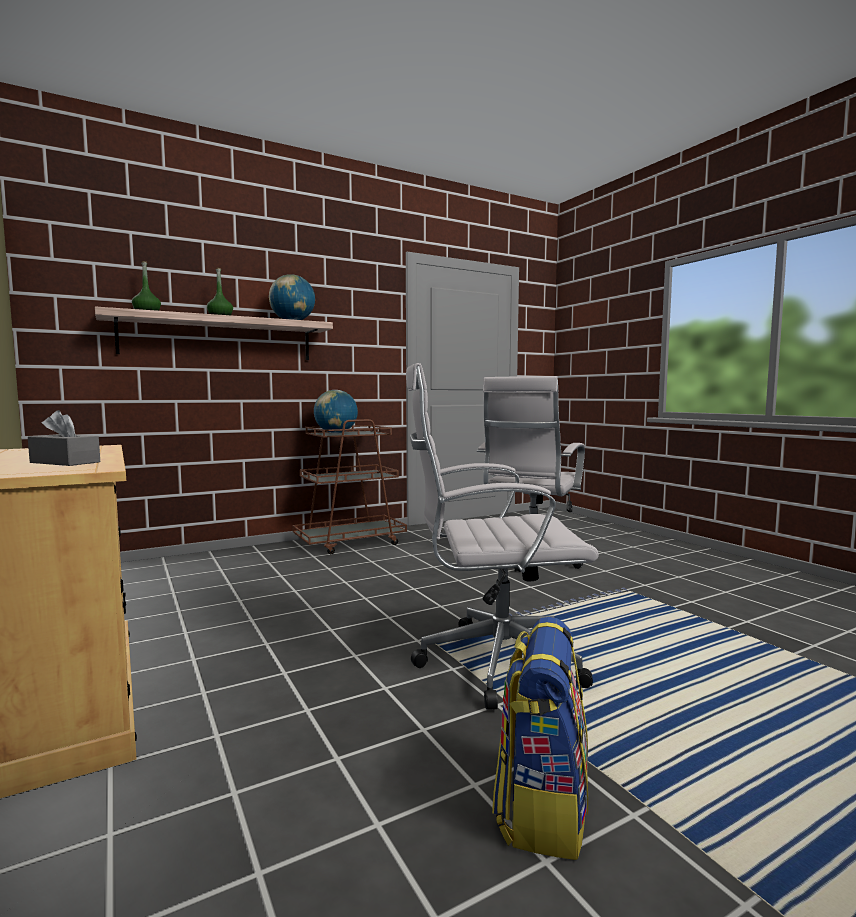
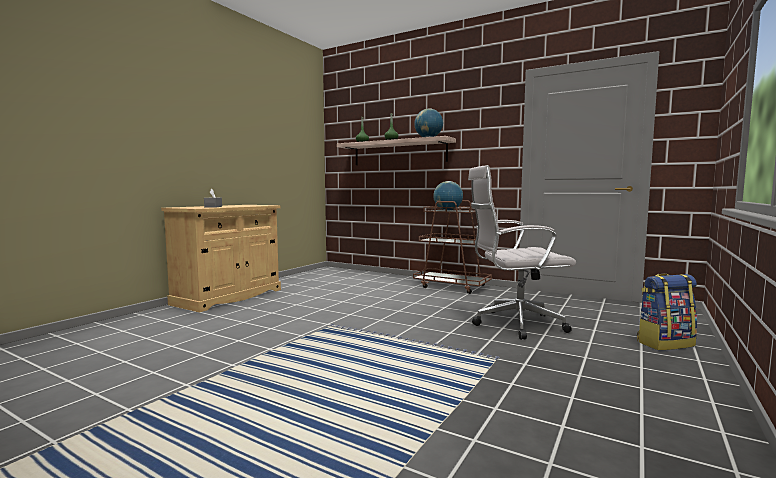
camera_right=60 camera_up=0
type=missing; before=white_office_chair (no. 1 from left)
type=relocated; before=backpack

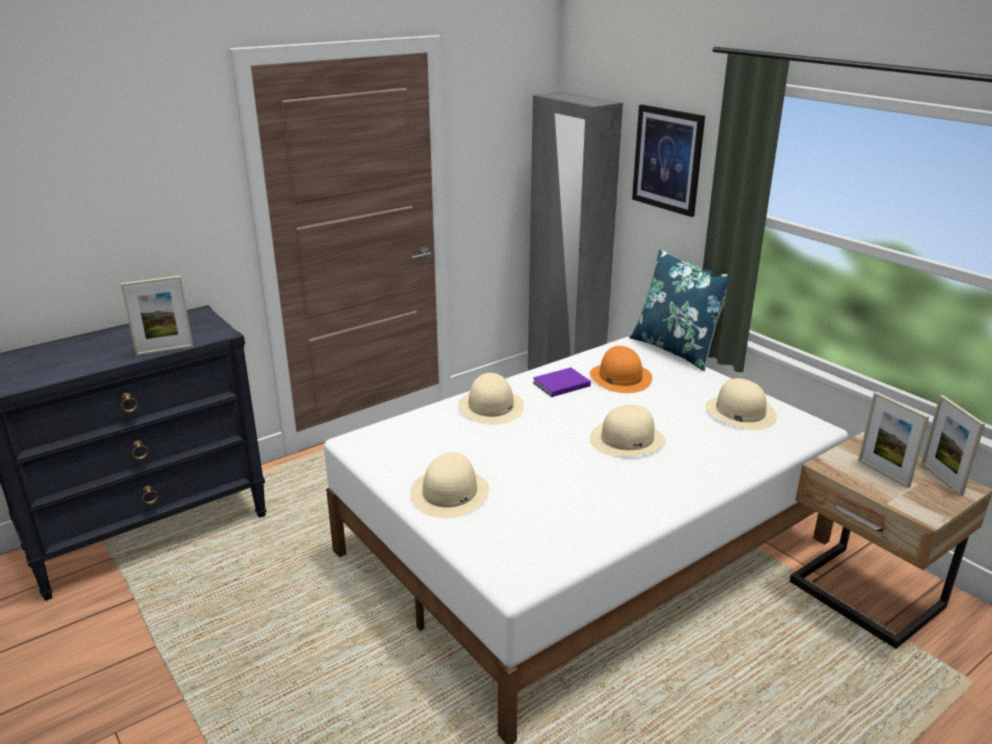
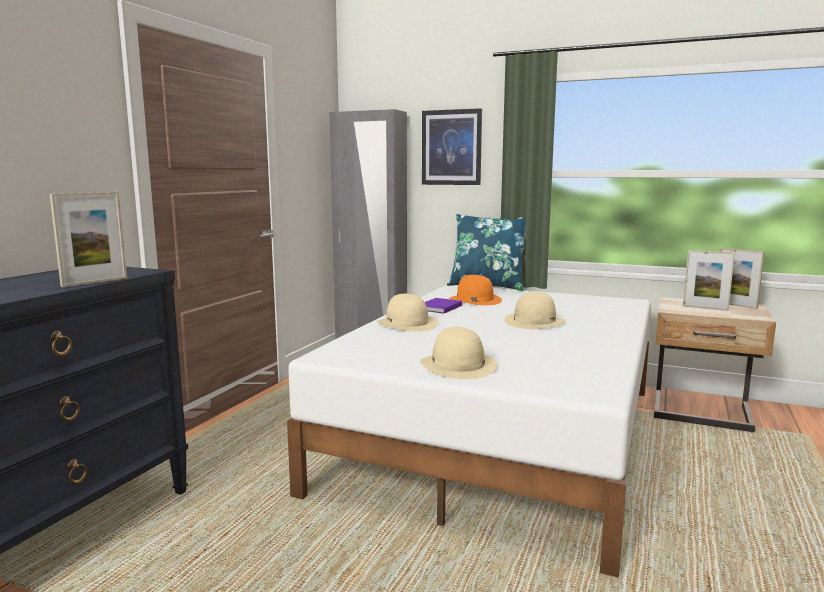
camera_right=-30 camera_up=-15
type=missing; before=beige_hat (no. 4 from left)

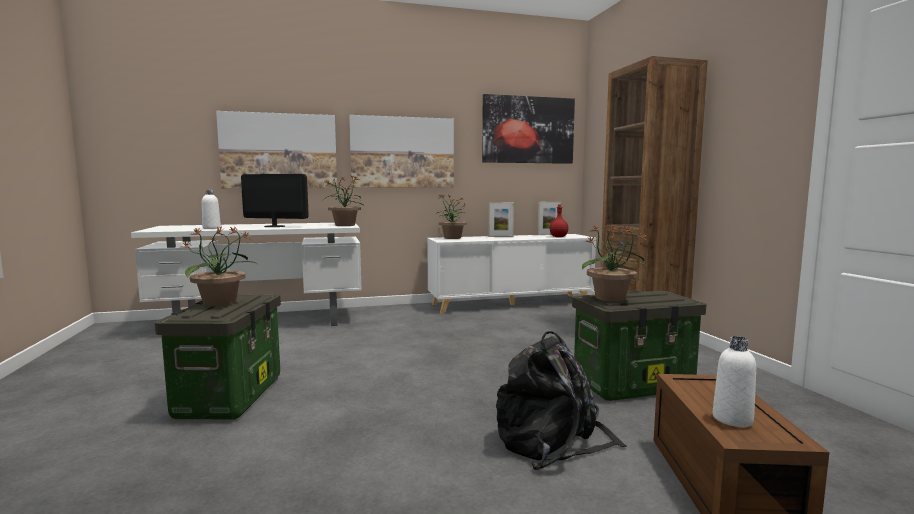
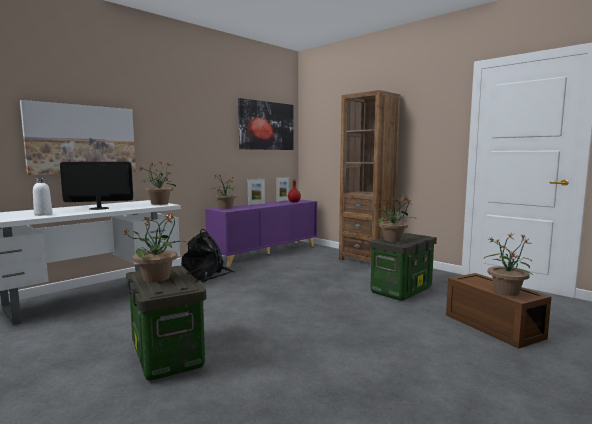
camera_right=-30 camera_up=0
type=missing; before=picture (no. 2 from left)
type=colour; before=white_cabinet; after=purple_cabinet
type=relocated; before=black_backpack
type=exchanged; before=white_bottle (no. 2 from left); after=potted_plant (no. 5 from left)

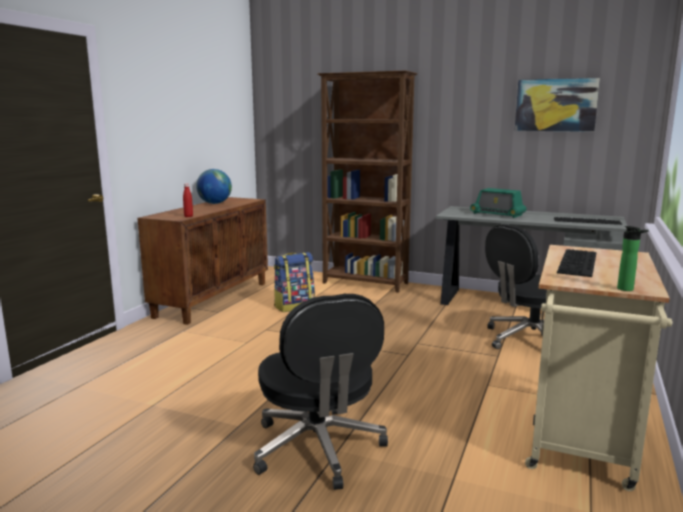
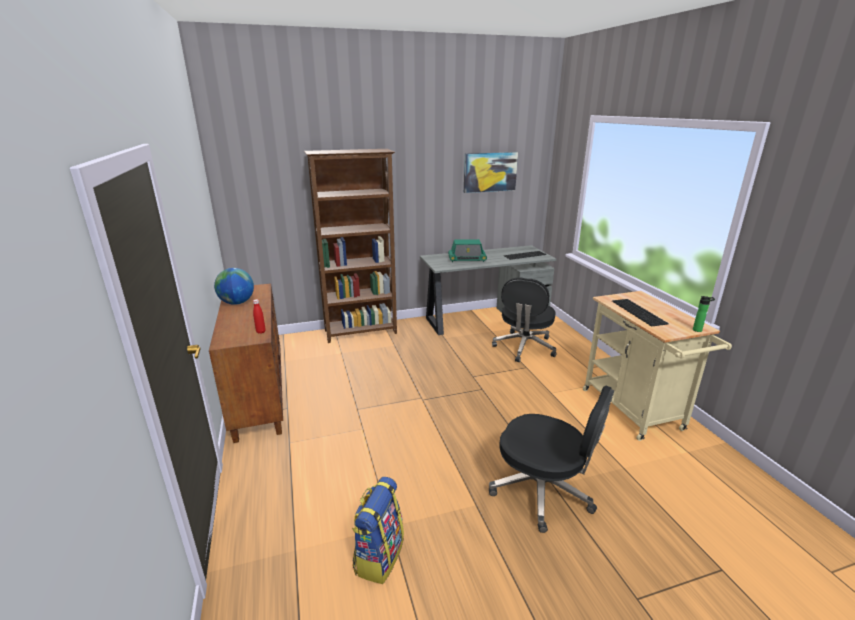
camera_right=-40 camera_up=10
type=relocated; before=backpack

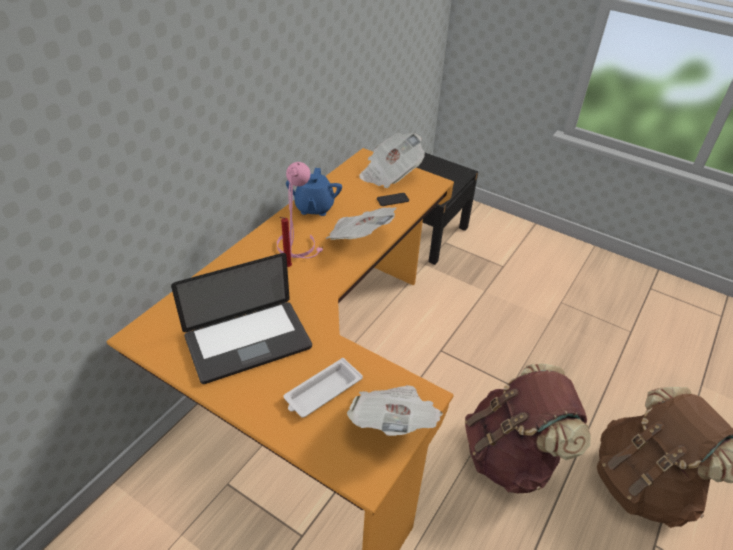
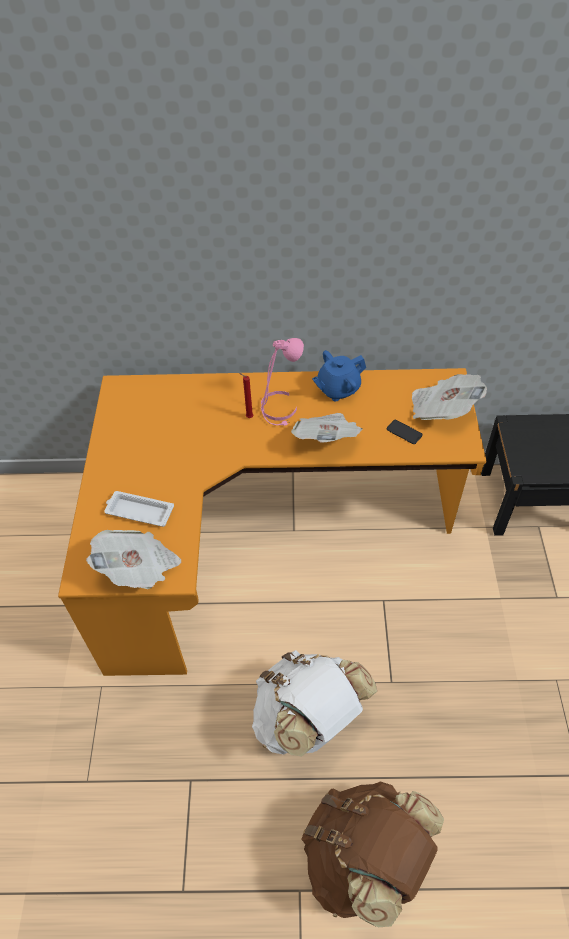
camera_right=60 camera_up=10
type=missing; before=laptop
type=colour; before=brown_backpack (no. 1 from left); after=white_backpack

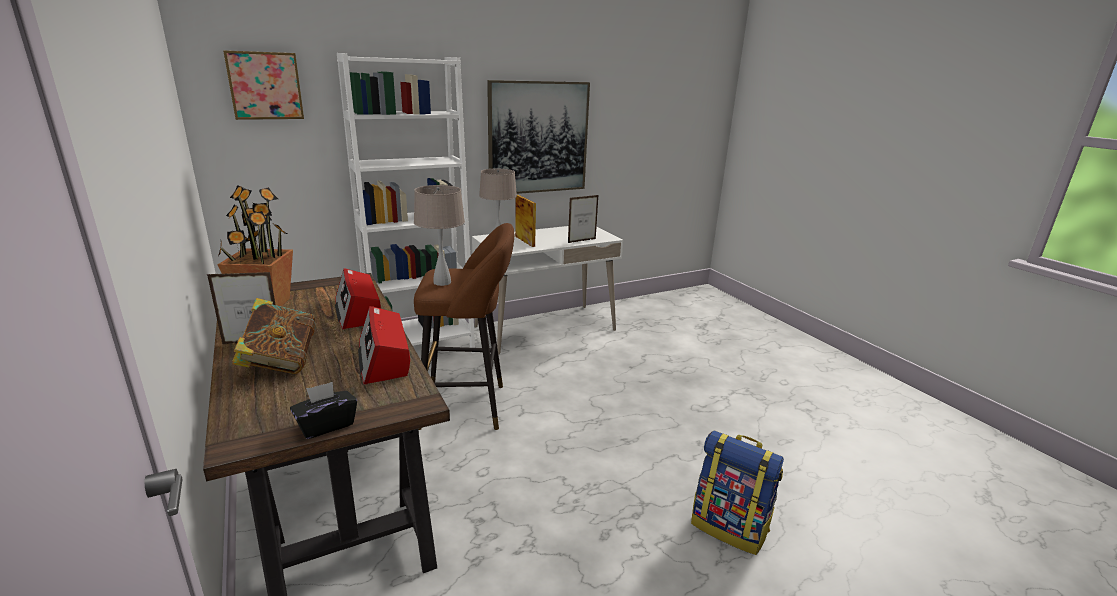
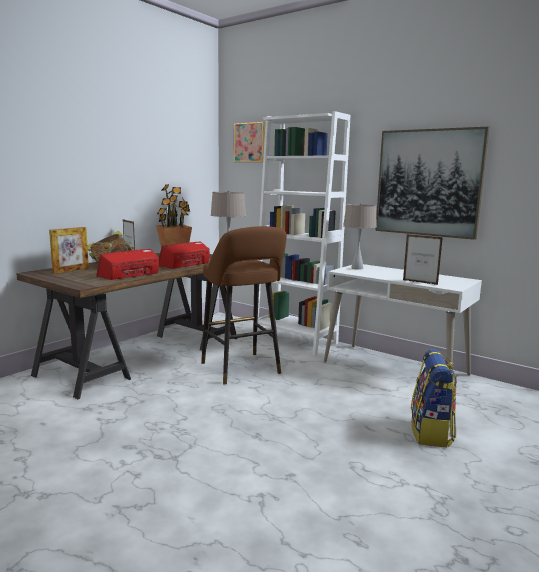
camera_right=65 camera_up=-10
type=missing; before=black_tissue_box
type=relocated; before=picture_frame (no. 2 from left in the first image); after=picture_frame (no. 1 from left)
type=relocated; before=backpack

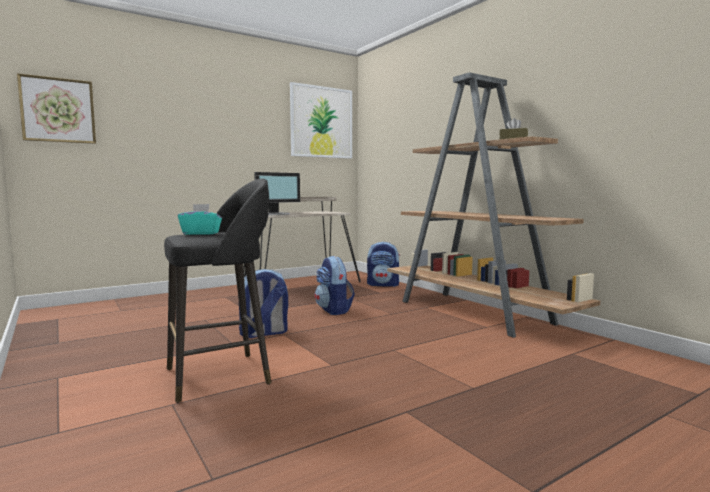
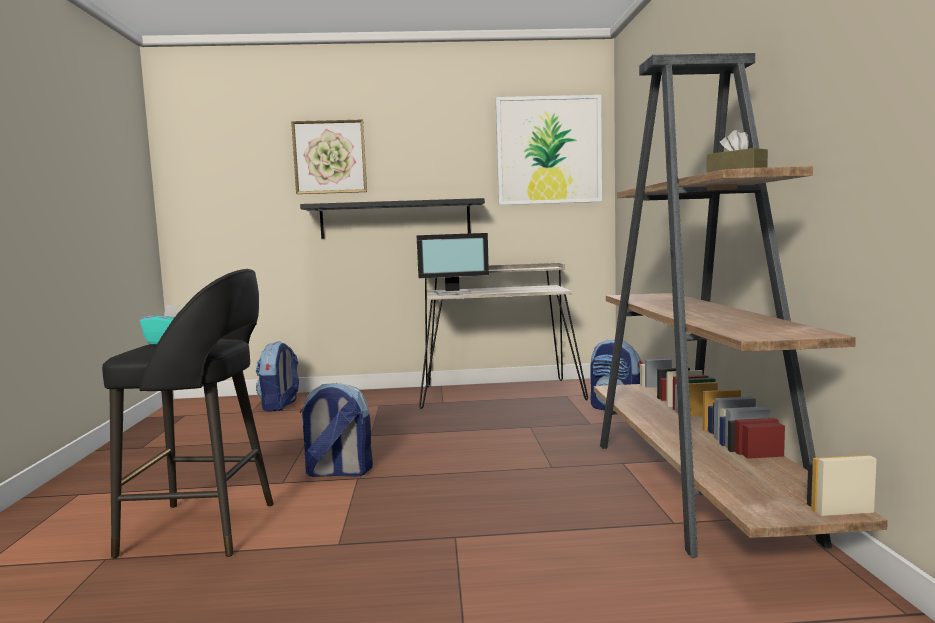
camera_right=30 camera_up=0
type=relocated; before=picture (no. 1 from left)
type=relocated; before=backpack (no. 2 from left in the first image); after=backpack (no. 1 from left)
type=appeared; after=black_shelf

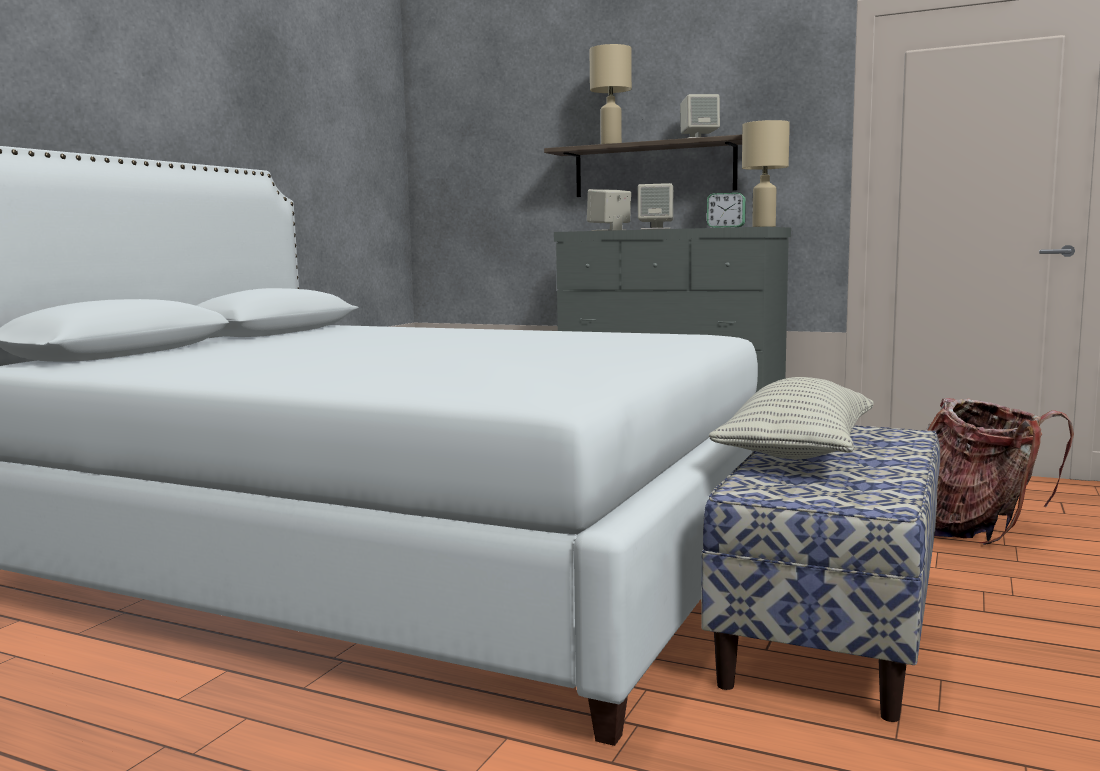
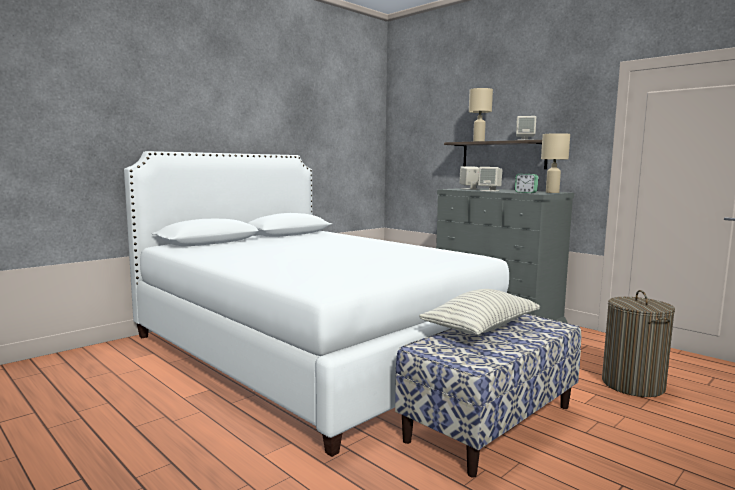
camera_right=20 camera_up=0
type=exchanged; before=backpack; after=laundry_basket

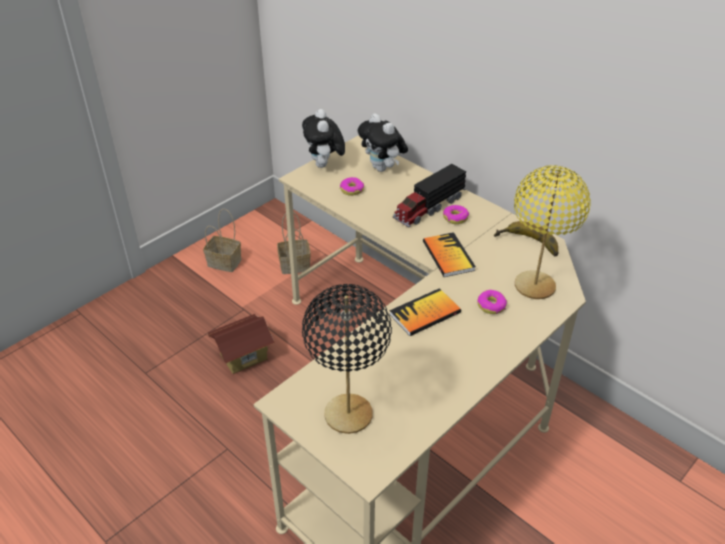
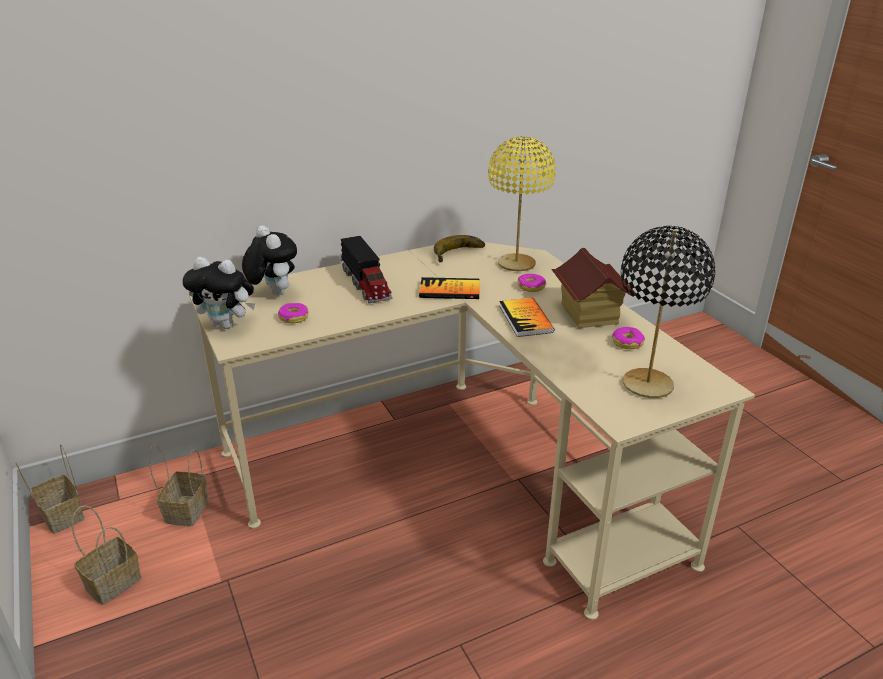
camera_right=-70 camera_up=-10
type=relocated; before=toy_house
type=spun; before=plush_toy (no. 2 from left); turn=-105
type=relocated; before=donut (no. 2 from left in the first image); after=donut (no. 3 from left)
type=appeared; after=basket (no. 1 from left)

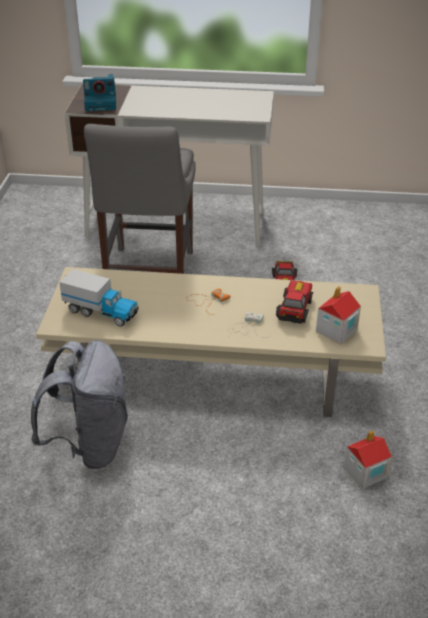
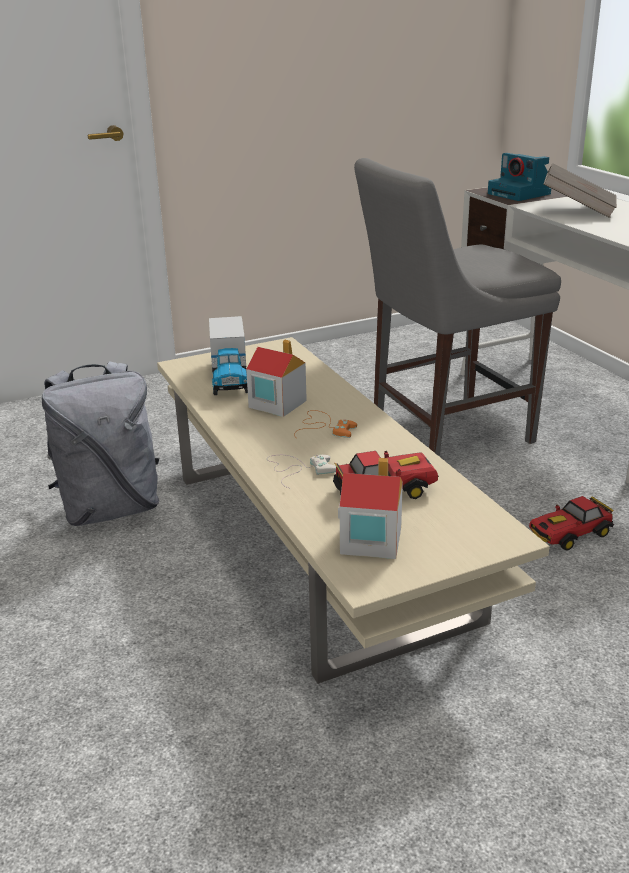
camera_right=60 camera_up=-10
type=relocated; before=toy_house (no. 2 from left in the first image); after=toy_house (no. 1 from left)
type=appeared; after=brown_book

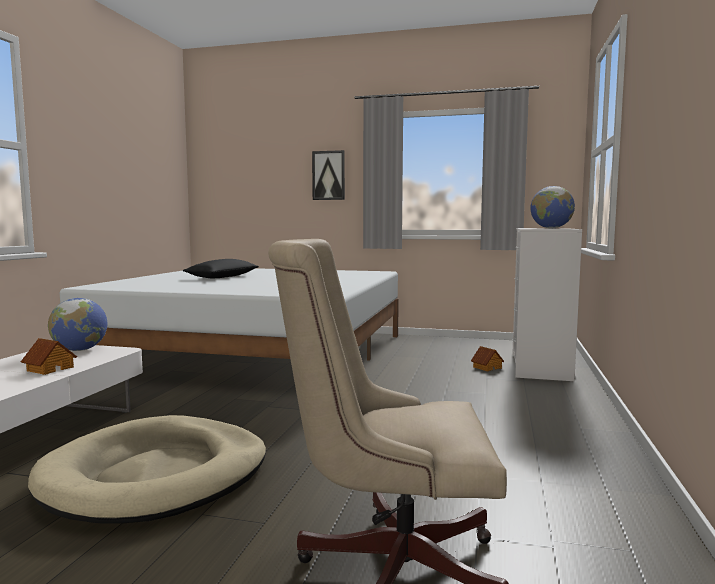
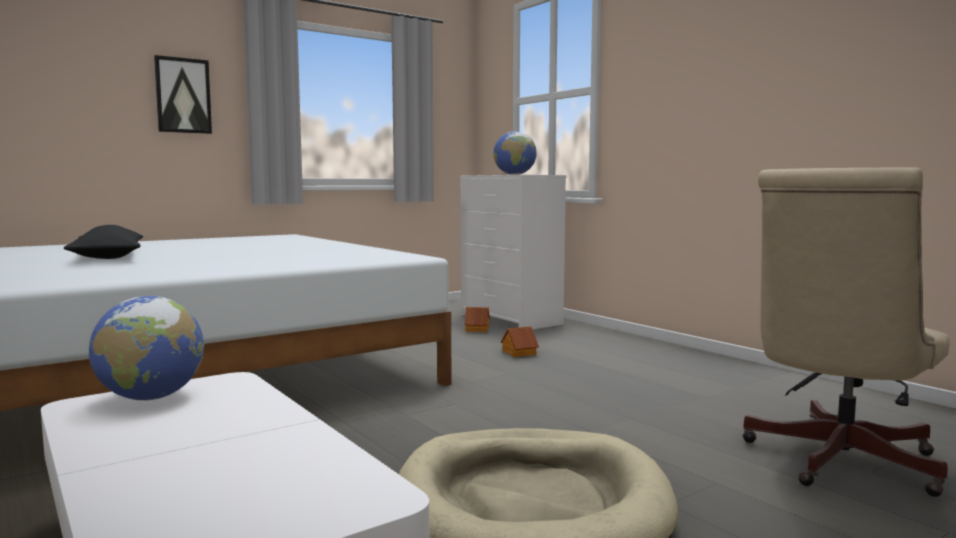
camera_right=-50 camera_up=0
type=relocated; before=toy_house (no. 1 from left in the first image); after=toy_house (no. 2 from left)

